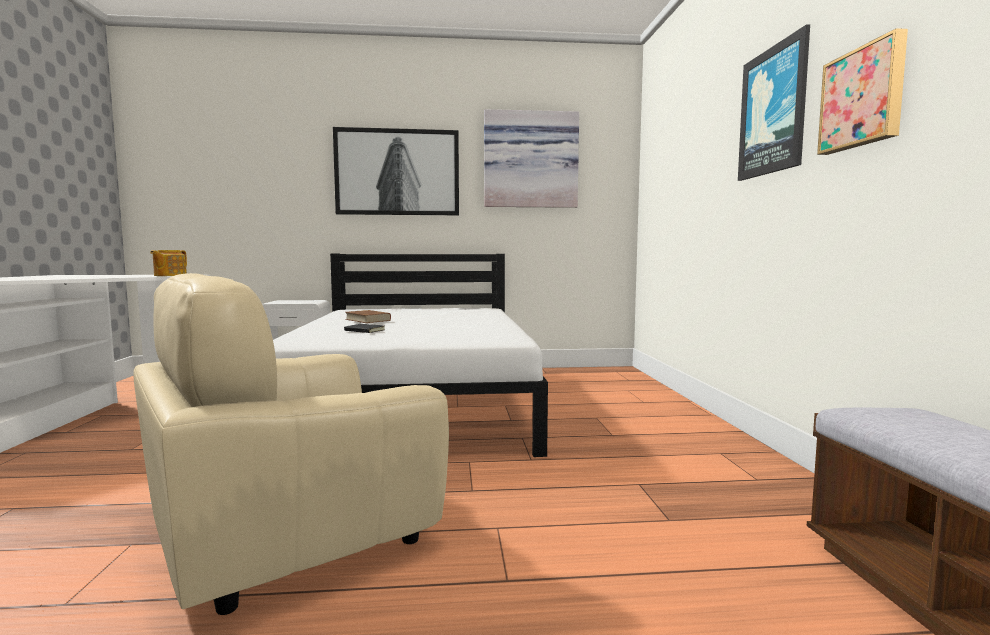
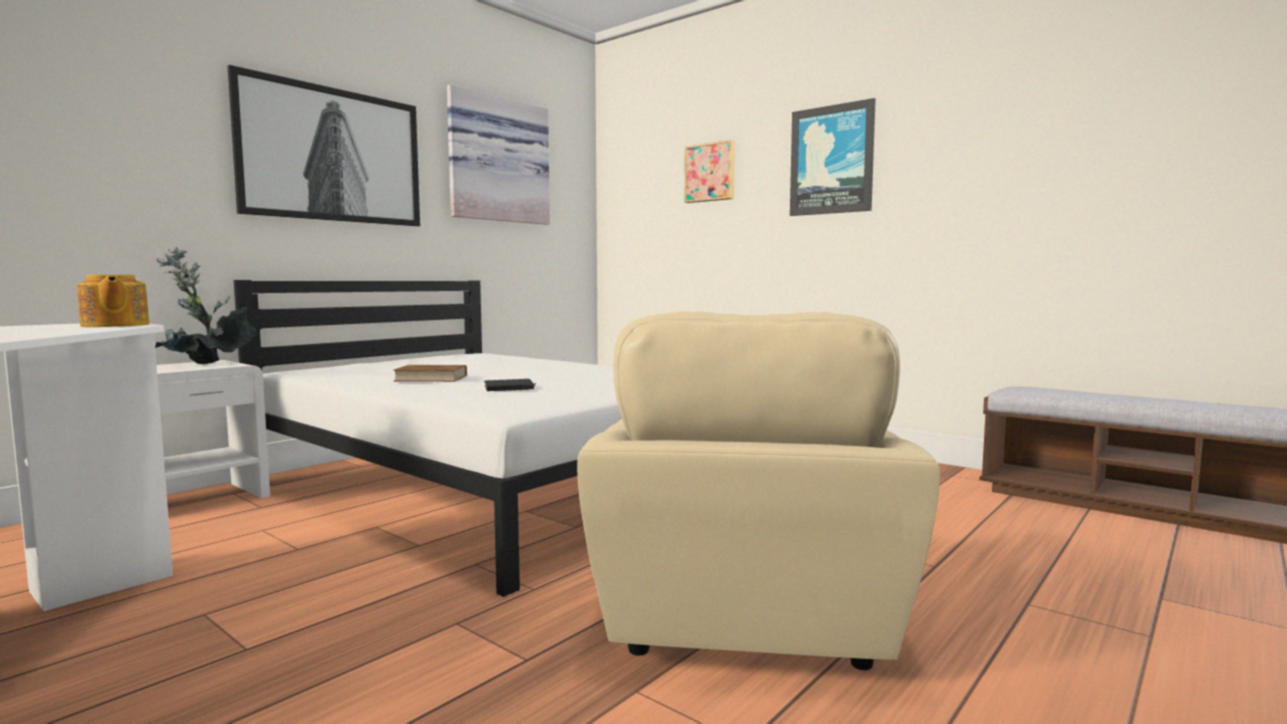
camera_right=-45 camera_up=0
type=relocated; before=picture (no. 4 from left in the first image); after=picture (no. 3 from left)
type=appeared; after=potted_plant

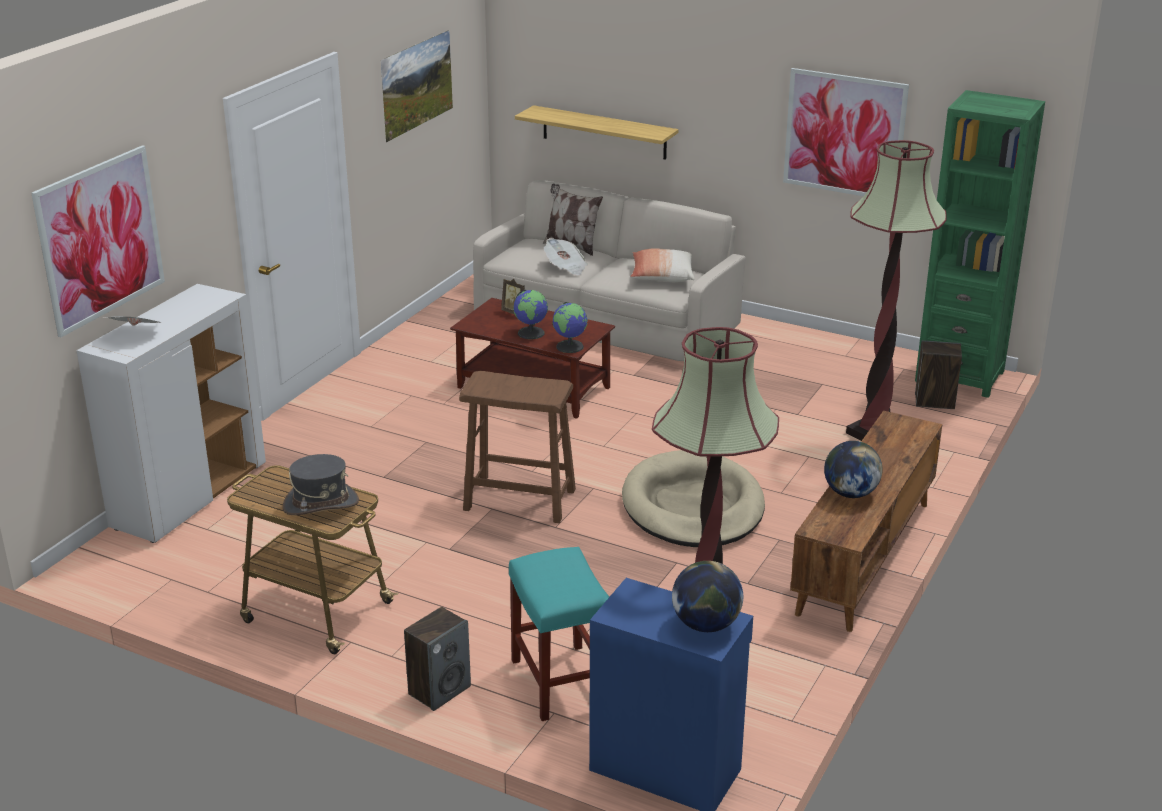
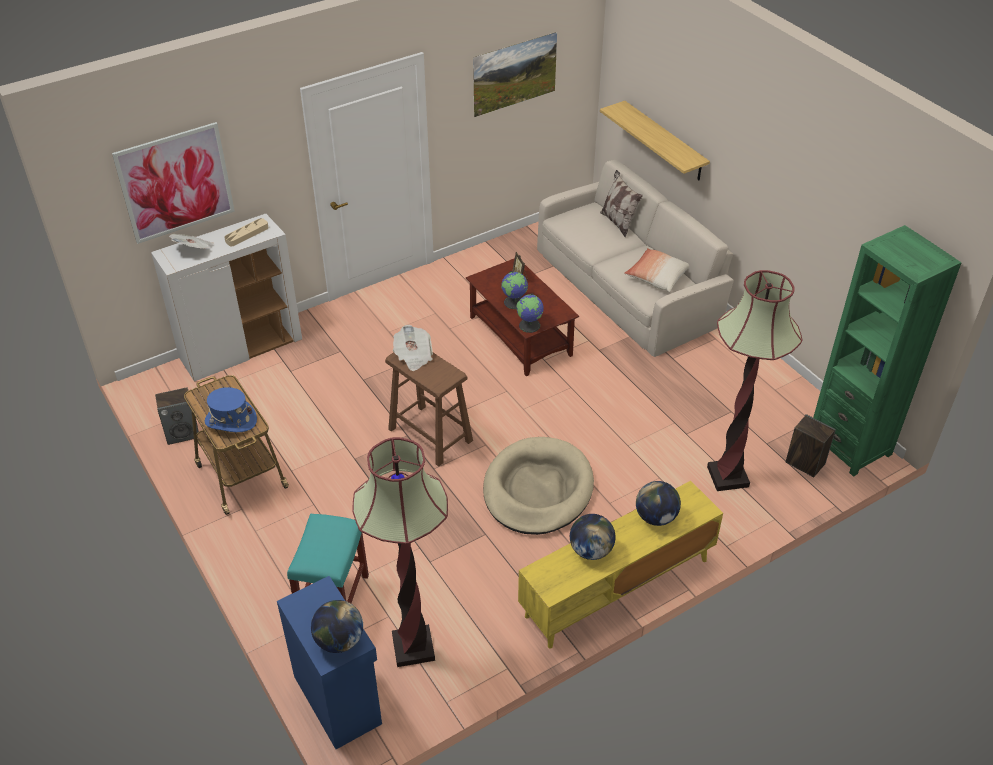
camera_right=30 camera_up=15
type=colour; before=grey_hat; after=blue_hat
type=relocated; before=speaker (no. 1 from left)
type=relocated; before=newspaper (no. 2 from left)
type=missing; before=picture (no. 3 from left)
type=colour; before=brown_tv_stand; after=yellow_tv_stand
type=appeared; after=beige_tray
type=appeared; after=globe (no. 5 from left)

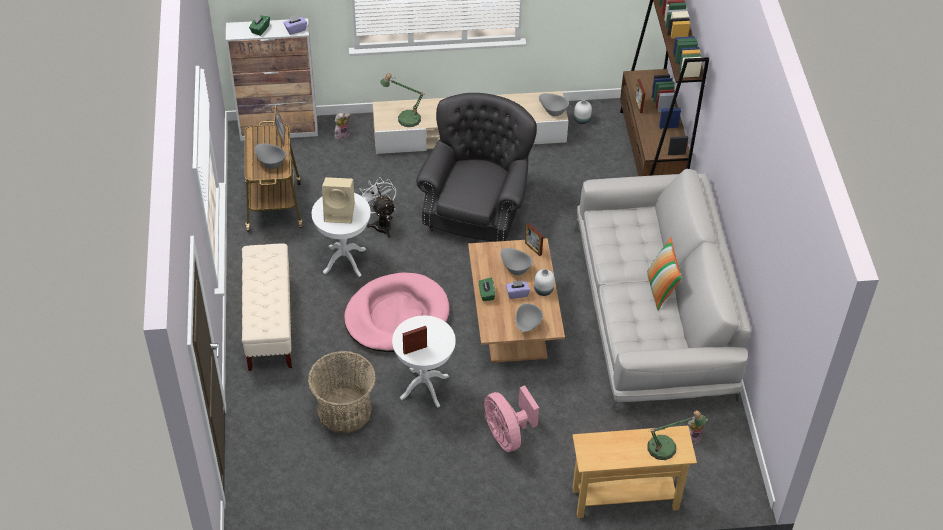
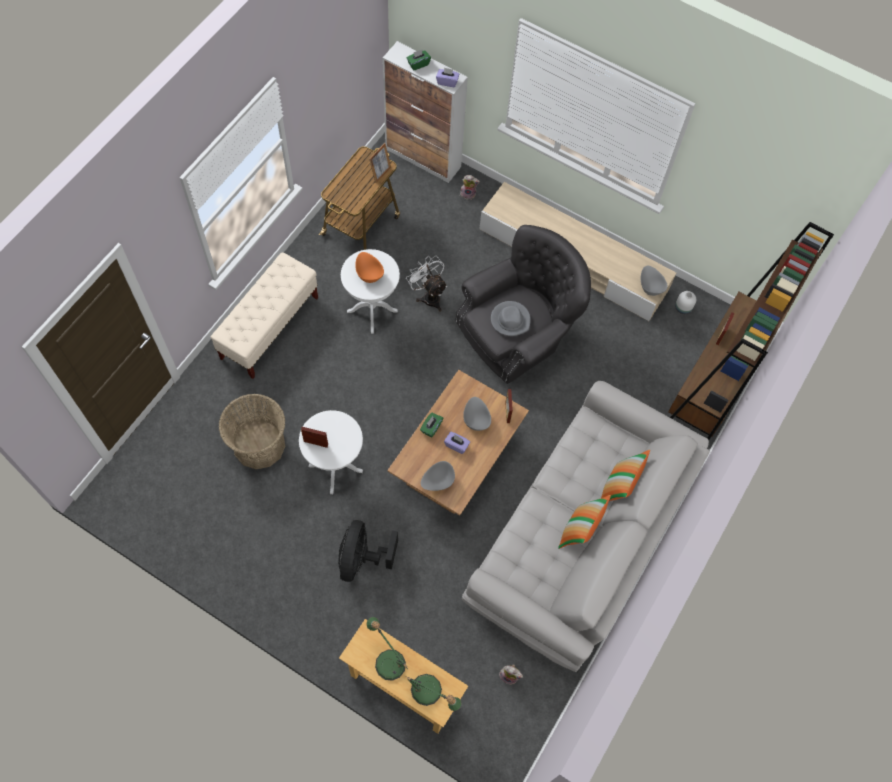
camera_right=35 camera_up=15
type=missing; before=grey_bowl (no. 1 from left)
type=exchanged; before=beige_speaker; after=orange_bowl
type=missing; before=pink_dog_bed
type=spun; before=white_fan; turn=-45
type=relocated; before=table_lamp (no. 1 from left)
type=colour; before=pink_fan; after=black_fan
type=missing; before=white_vase (no. 1 from left)
type=appeared; after=grey_hat
type=appeared; after=pillow (no. 2 from left)

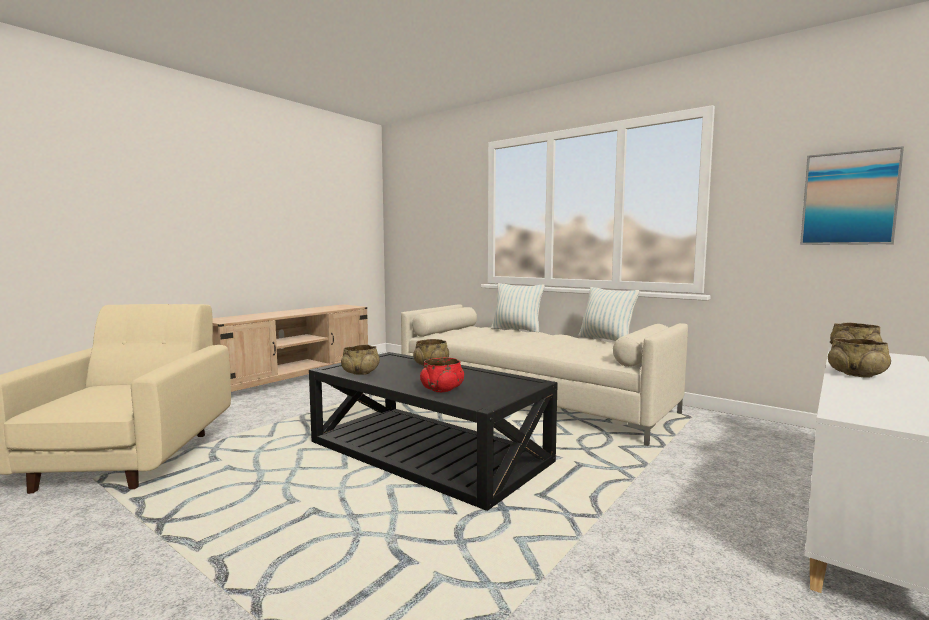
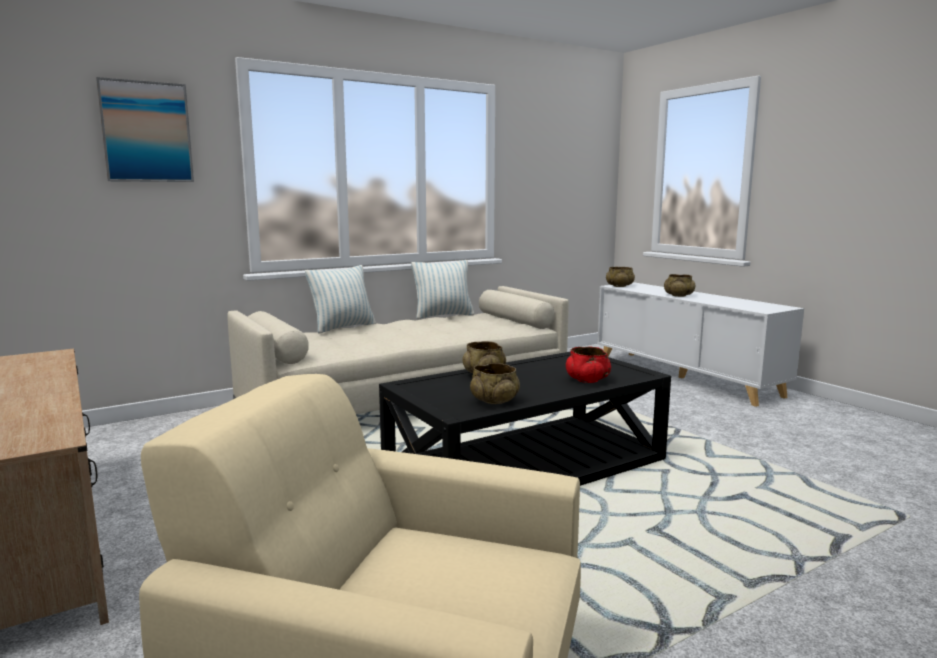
camera_right=-70 camera_up=5
type=relocated; before=picture

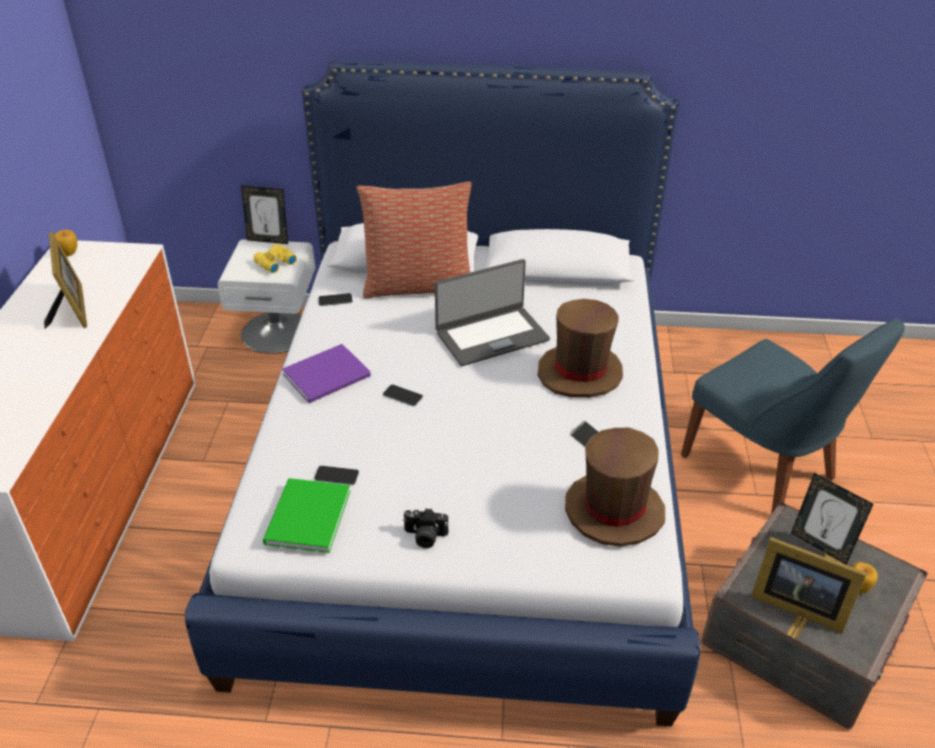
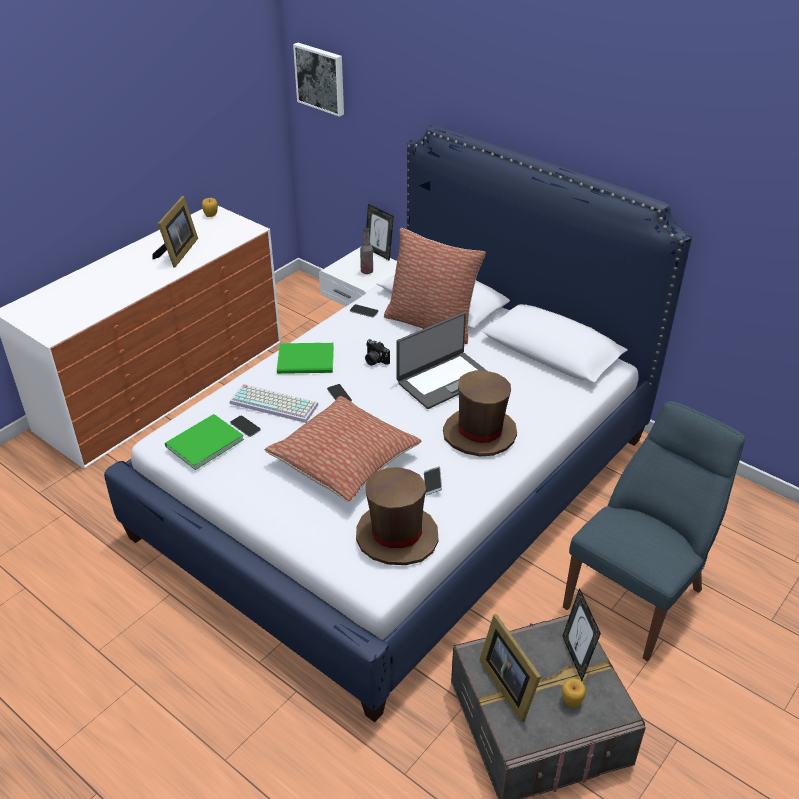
camera_right=35 camera_up=0
type=exchanged; before=yellow_binoculars; after=bottle
type=colour; before=purple_book; after=green_book (no. 2 from left)
type=relocated; before=photo_camera
type=spun; before=laptop; turn=-45
type=spun; before=blue_chair; turn=-135
type=appeared; after=keyboard
type=appeared; after=pillow (no. 1 from left)
type=appeared; after=picture

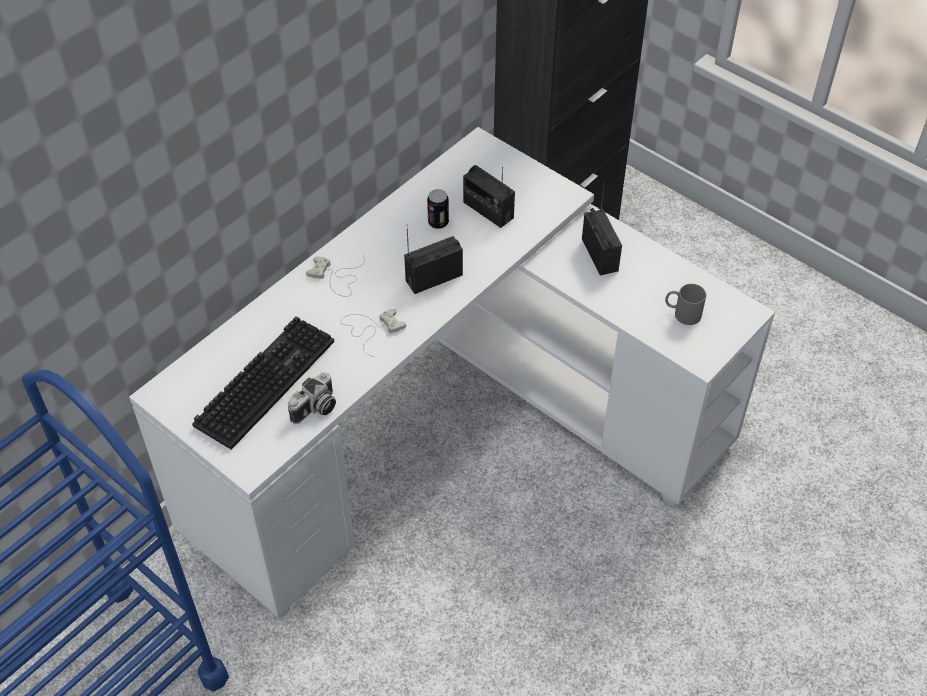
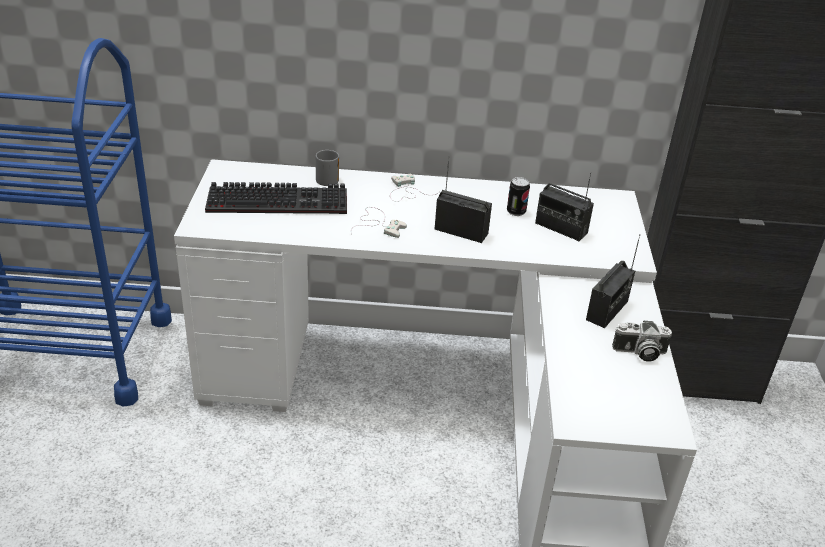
camera_right=50 camera_up=-15
type=relocated; before=photo_camera
type=spun; before=radio (no. 2 from left); turn=-60
type=relocated; before=grey_mug

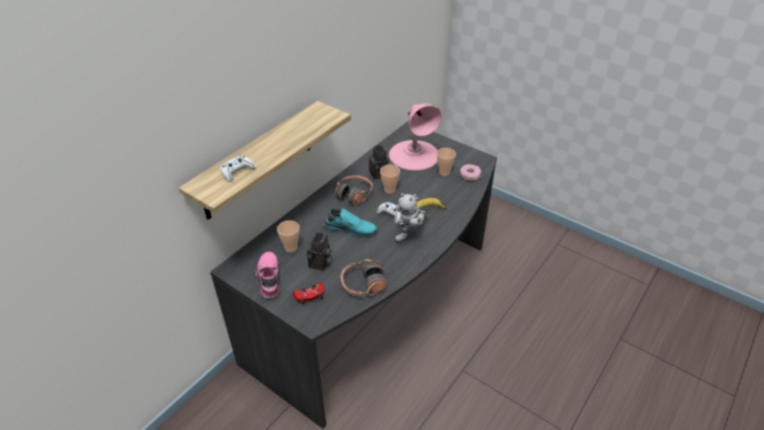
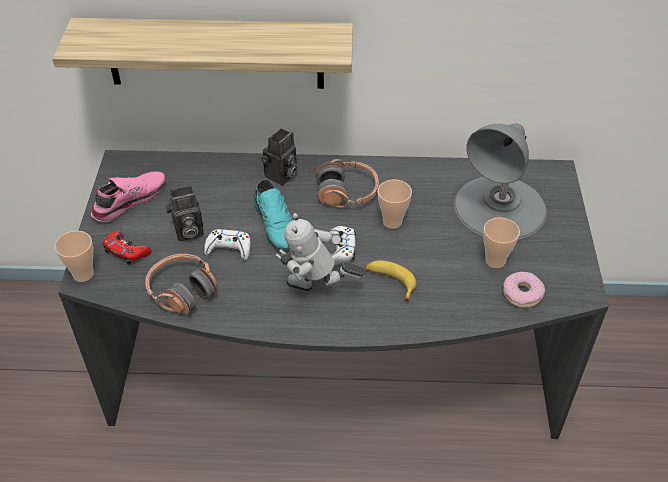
camera_right=55 camera_up=5
type=relocated; before=white_game_controller (no. 1 from left)
type=relocated; before=cup (no. 1 from left)
type=relocated; before=photo_camera (no. 2 from left)
type=colour; before=pink_table_lamp; after=grey_table_lamp

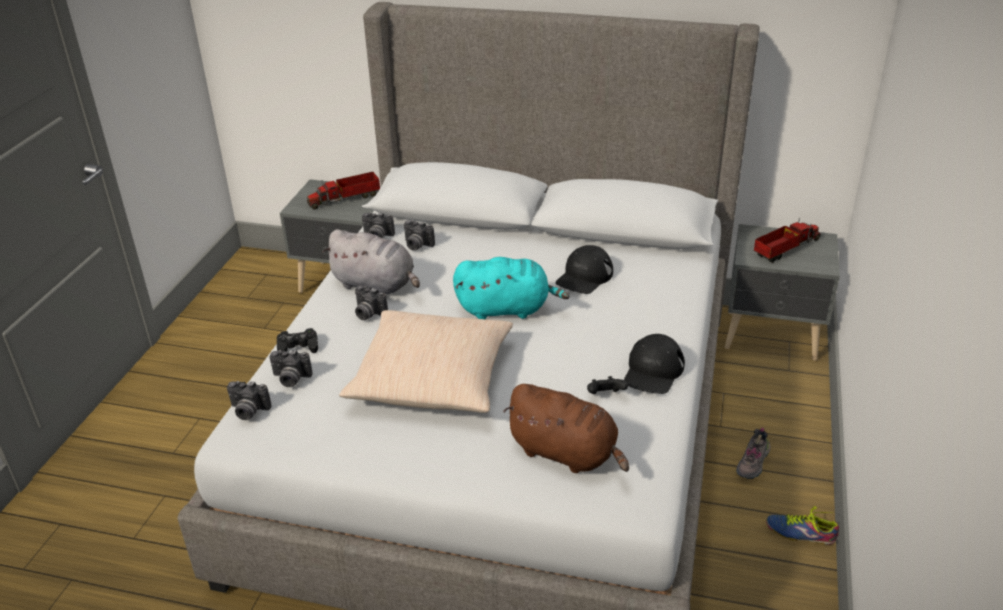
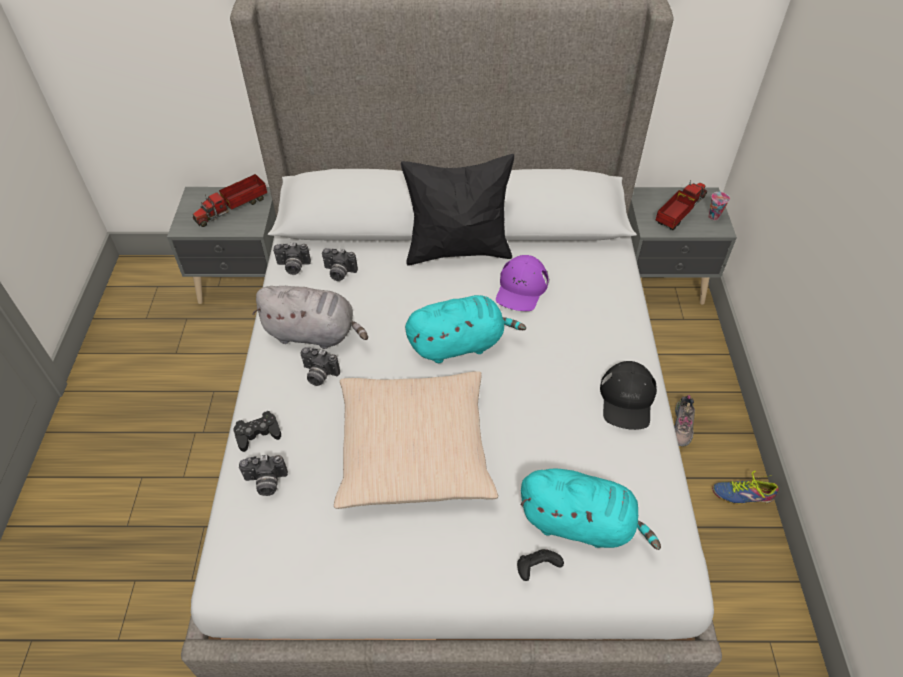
camera_right=-15 camera_up=15
type=missing; before=photo_camera (no. 1 from left)
type=colour; before=brown_plush_toy; after=turquoise_plush_toy (no. 2 from left)
type=colour; before=black_cap (no. 1 from left); after=purple_cap
type=relocated; before=black_game_controller (no. 2 from left)
type=appeared; after=black_pillow
type=appeared; after=cup

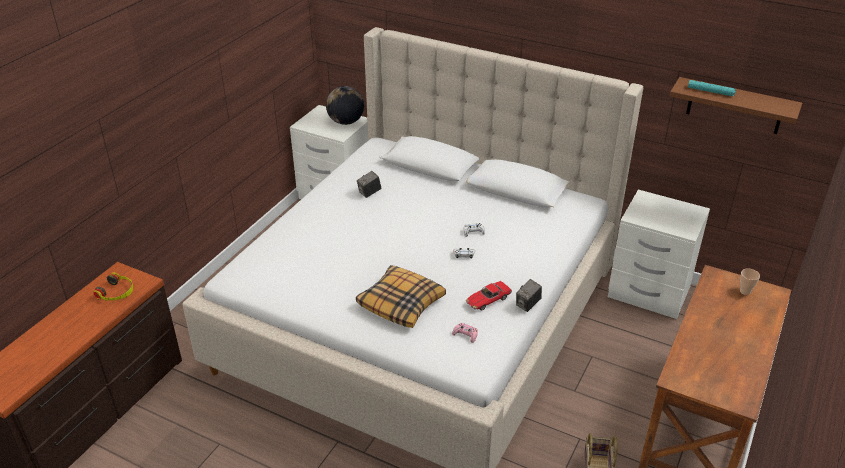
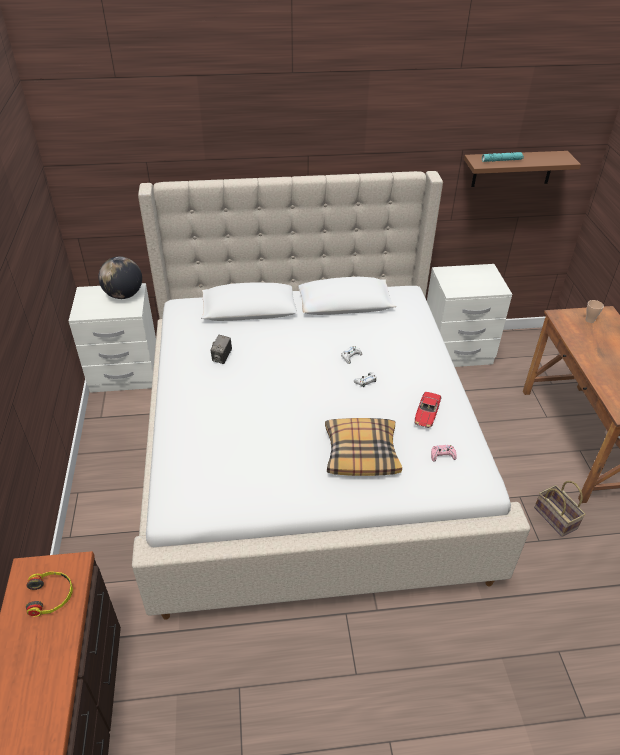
camera_right=-35 camera_up=5
type=missing; before=photo_camera (no. 2 from left)

